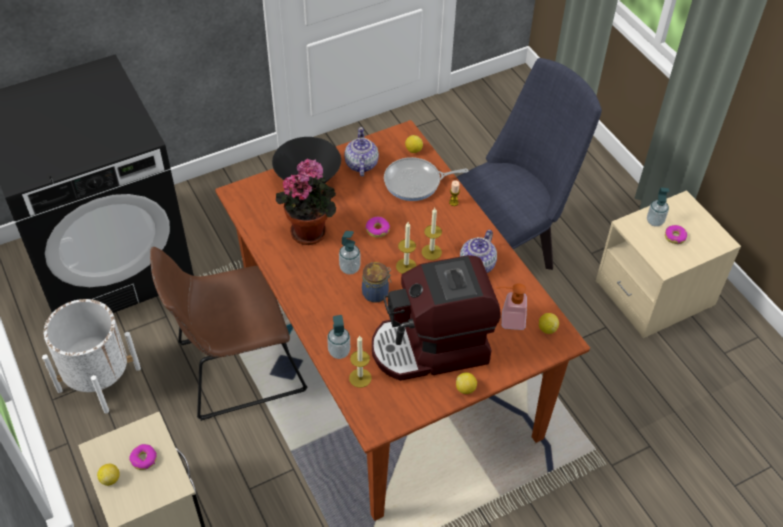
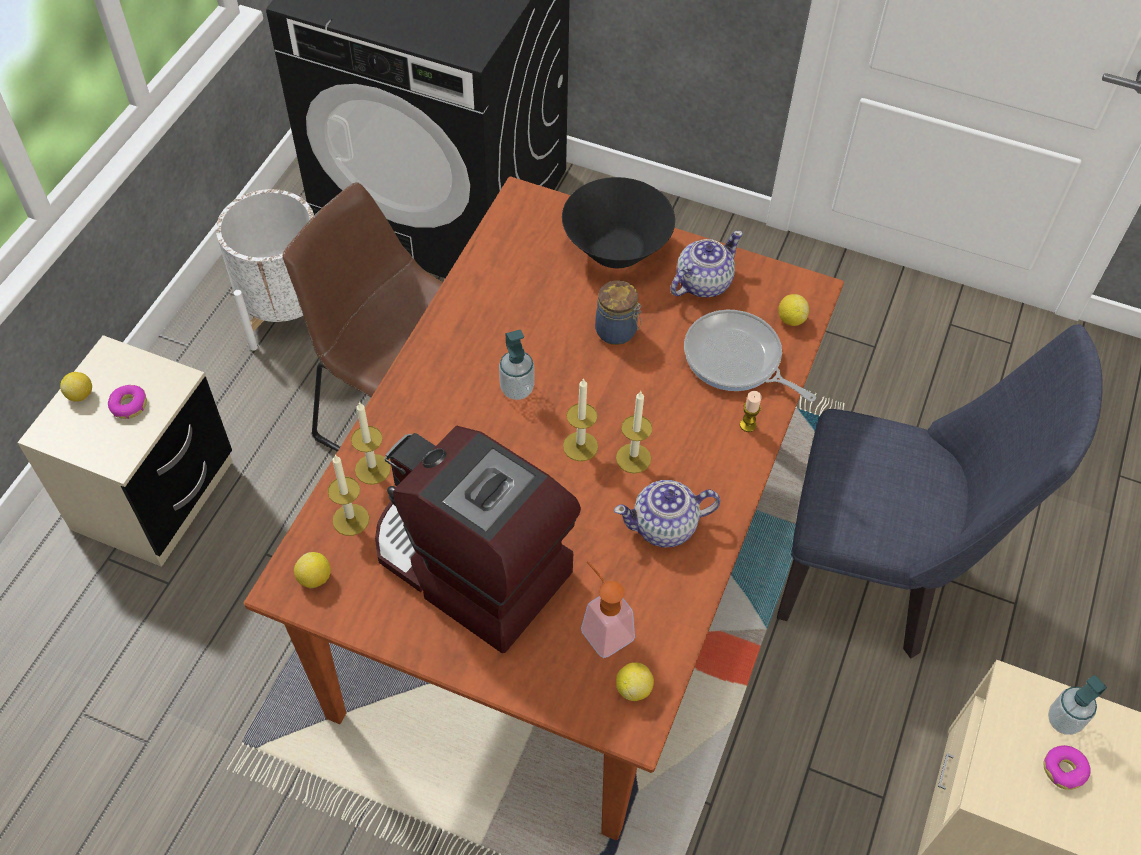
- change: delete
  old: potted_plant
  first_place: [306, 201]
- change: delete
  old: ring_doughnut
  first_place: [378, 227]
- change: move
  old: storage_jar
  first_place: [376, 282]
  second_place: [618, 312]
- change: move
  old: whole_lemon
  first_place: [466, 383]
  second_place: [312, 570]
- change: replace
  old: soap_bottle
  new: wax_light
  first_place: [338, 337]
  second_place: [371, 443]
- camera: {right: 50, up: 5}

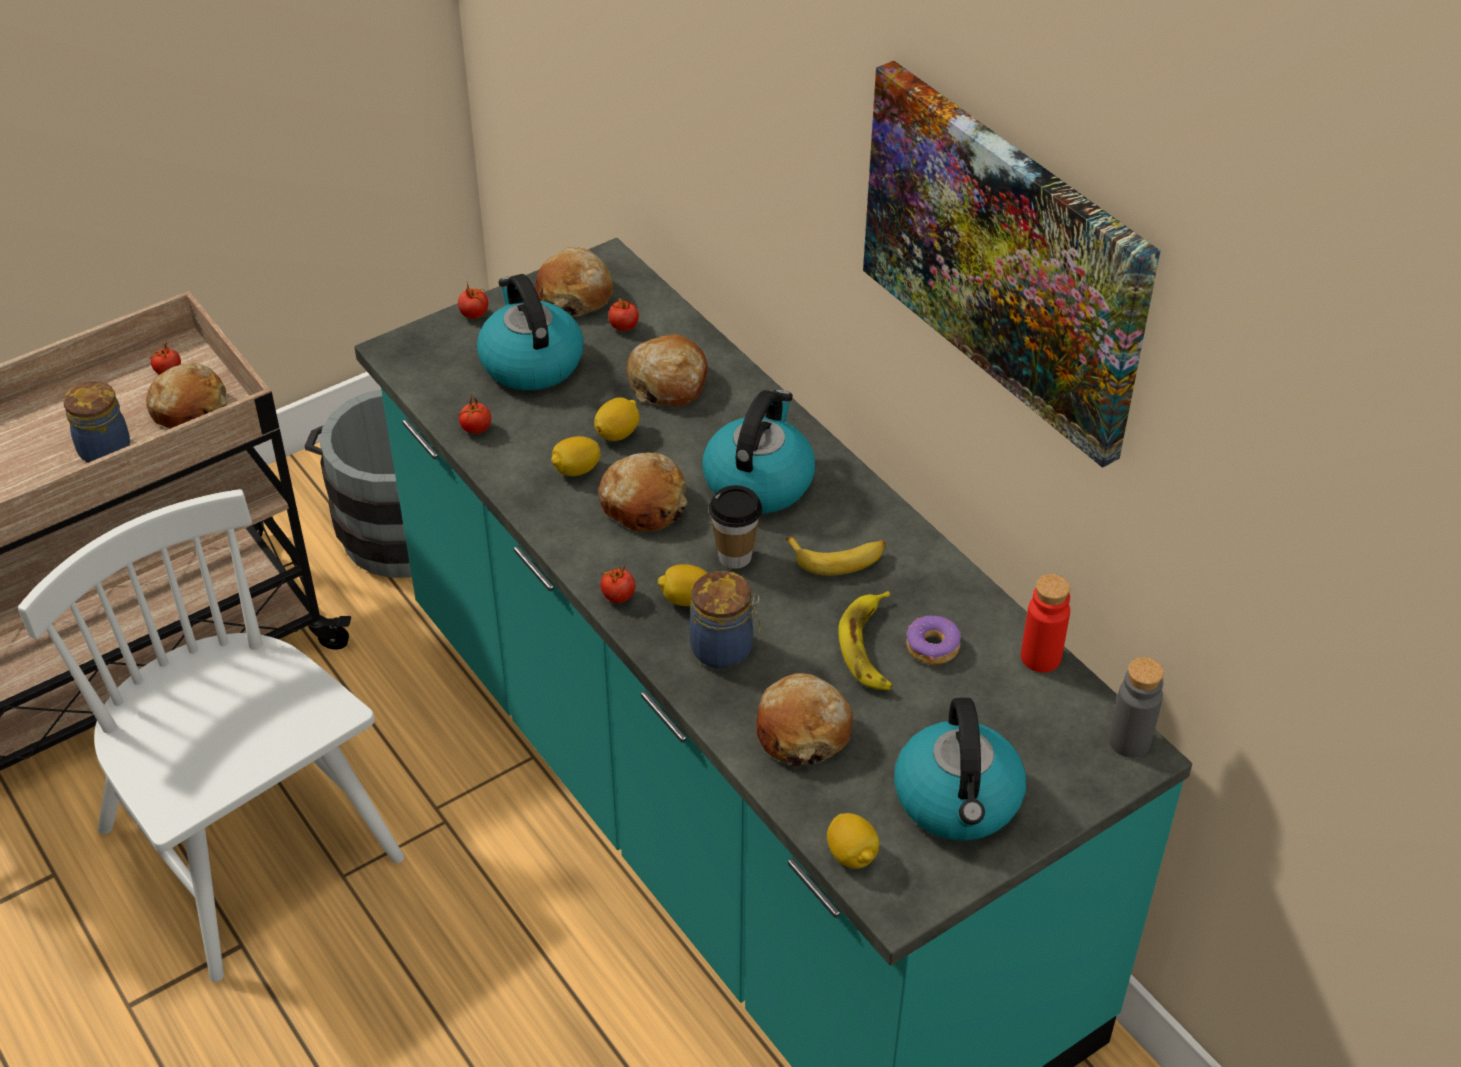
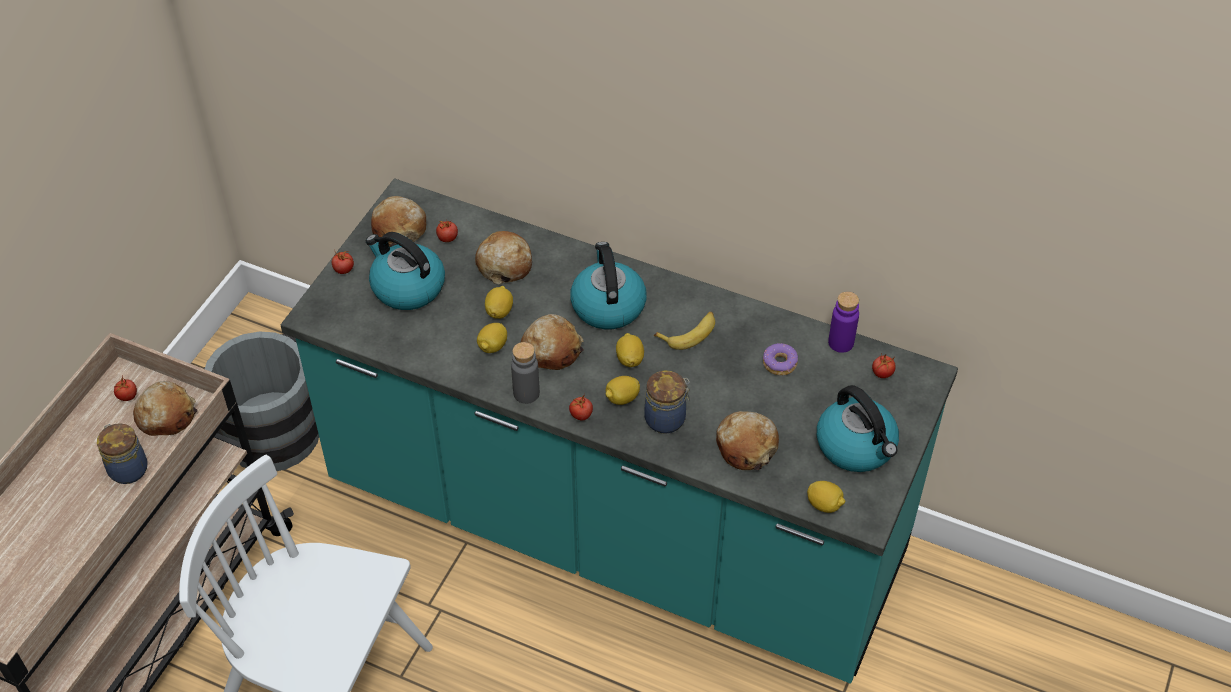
- change: delete
  old: banana_fruit
  first_place: [865, 640]
- change: delete
  old: wall_art
  first_place: [1011, 264]
- change: move
  old: fresh_tomato
  first_place: [474, 415]
  second_place: [884, 366]
- change: move
  old: gray_drink_bottle
  first_place: [1136, 707]
  second_place: [525, 373]
- change: replace
  old: drinking_cup
  new: whole_lemon
  first_place: [735, 527]
  second_place: [630, 350]
- change: recolor
  old: reddish_drink_bottle
  new: purple_drink_bottle
  first_place: [1045, 623]
  second_place: [843, 322]
- camera: {right: -30, up: 5}

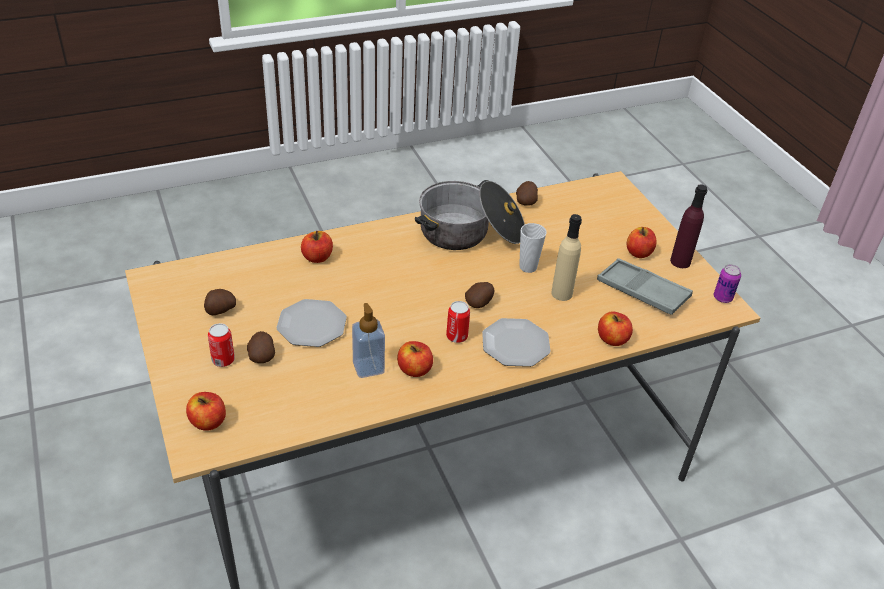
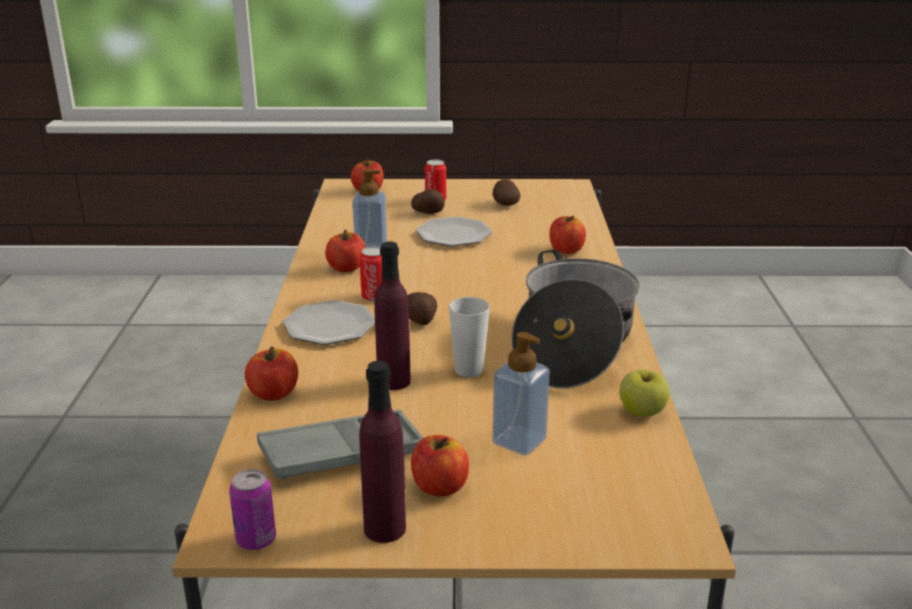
- change: insert
  new: soap_bottle
  second_place: [521, 394]
- change: replace
  old: spud
  new: apple
  first_place: [527, 193]
  second_place: [644, 393]
- change: recolor
  old: beige-coloured_drink_bottle
  new: purple_drink_bottle
  first_place: [566, 257]
  second_place: [392, 316]
- camera: {right: 115, up: -15}

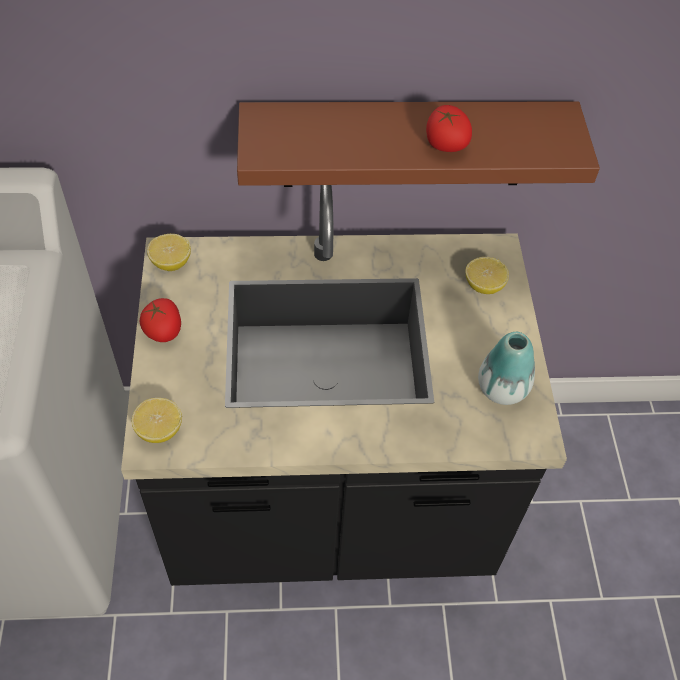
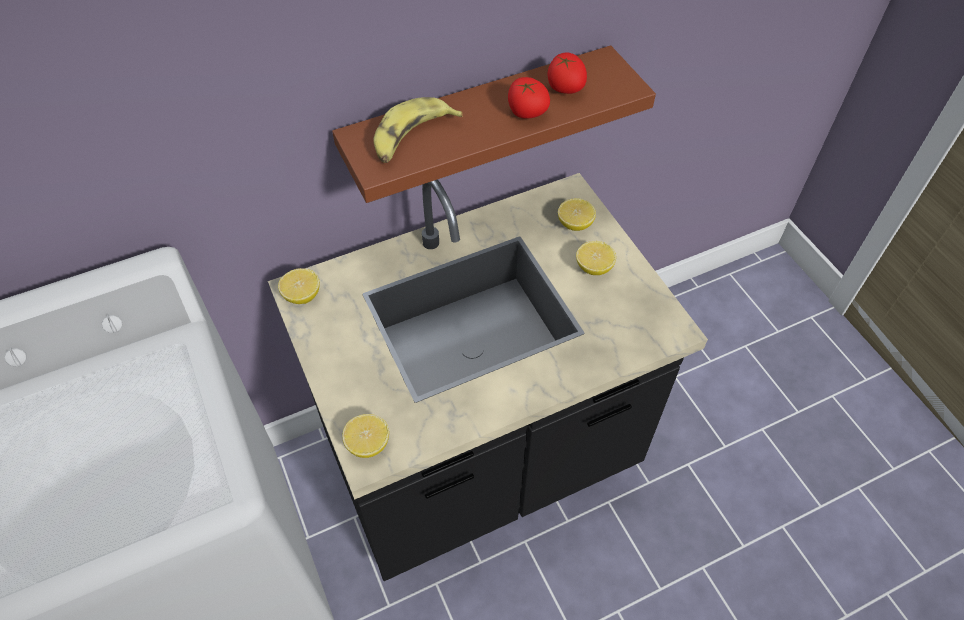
- change: delete
  old: decorative_vase
  first_place: [506, 368]
- change: insert
  new: banana_fruit
  second_place: [418, 130]
- change: insert
  new: whole_lemon
  second_place: [596, 258]
- change: move
  old: fresh_tomato
  first_place: [160, 320]
  second_place: [567, 73]
- camera: {right: -20, up: 0}

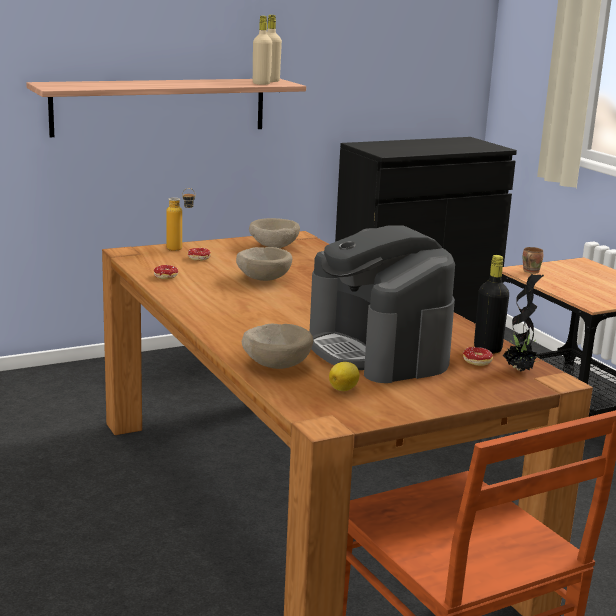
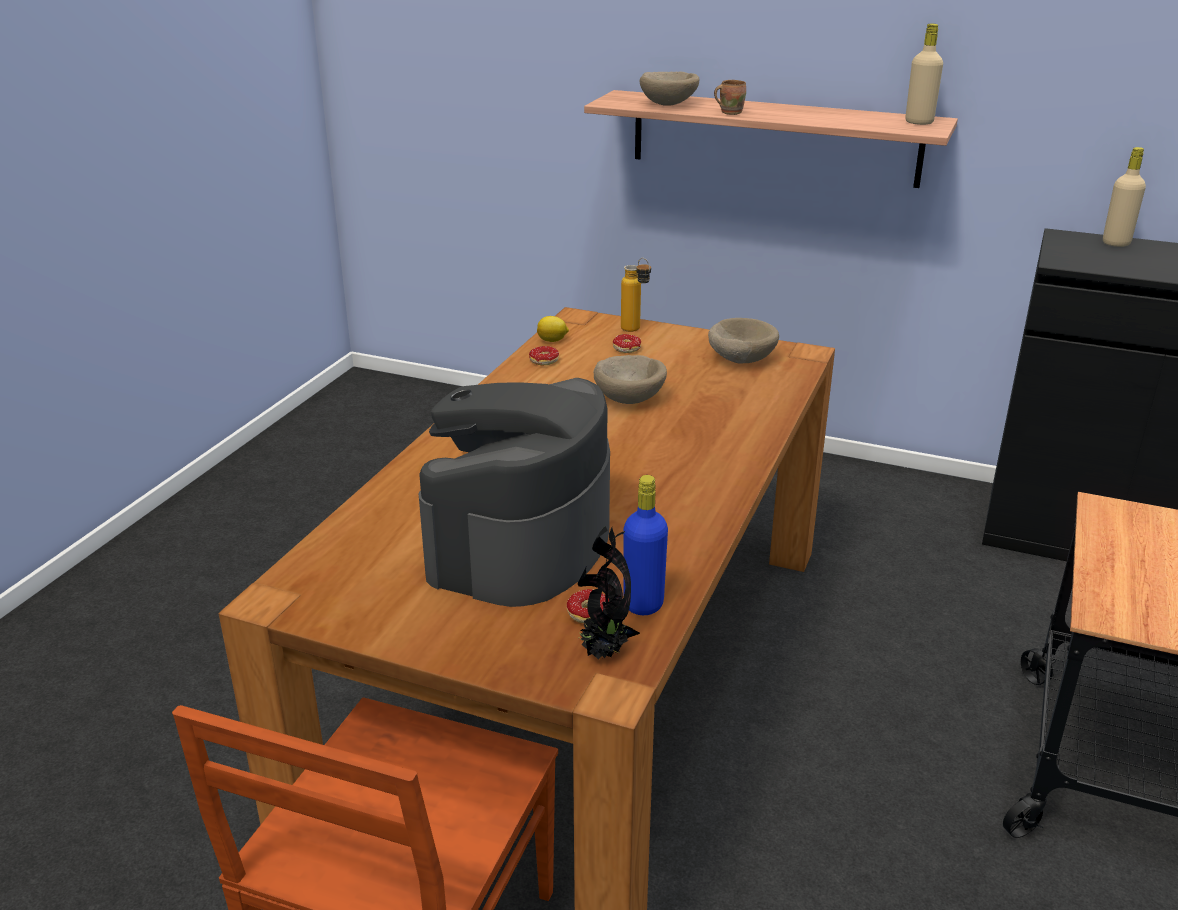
- change: move
  old: beige-coloured_serving_bowl
  first_place: [277, 346]
  second_place: [669, 89]
- change: move
  old: beige-coloured_drink_bottle
  first_place: [262, 50]
  second_place: [1124, 197]
- change: move
  old: whole_lemon
  first_place: [344, 376]
  second_place: [553, 329]
- change: move
  old: brown_mug
  first_place: [533, 260]
  second_place: [730, 97]
- change: recolor
  old: blackish_drink_bottle
  new: blue_drink_bottle
  first_place: [491, 304]
  second_place: [645, 545]
- camera: {right: 50, up: 10}

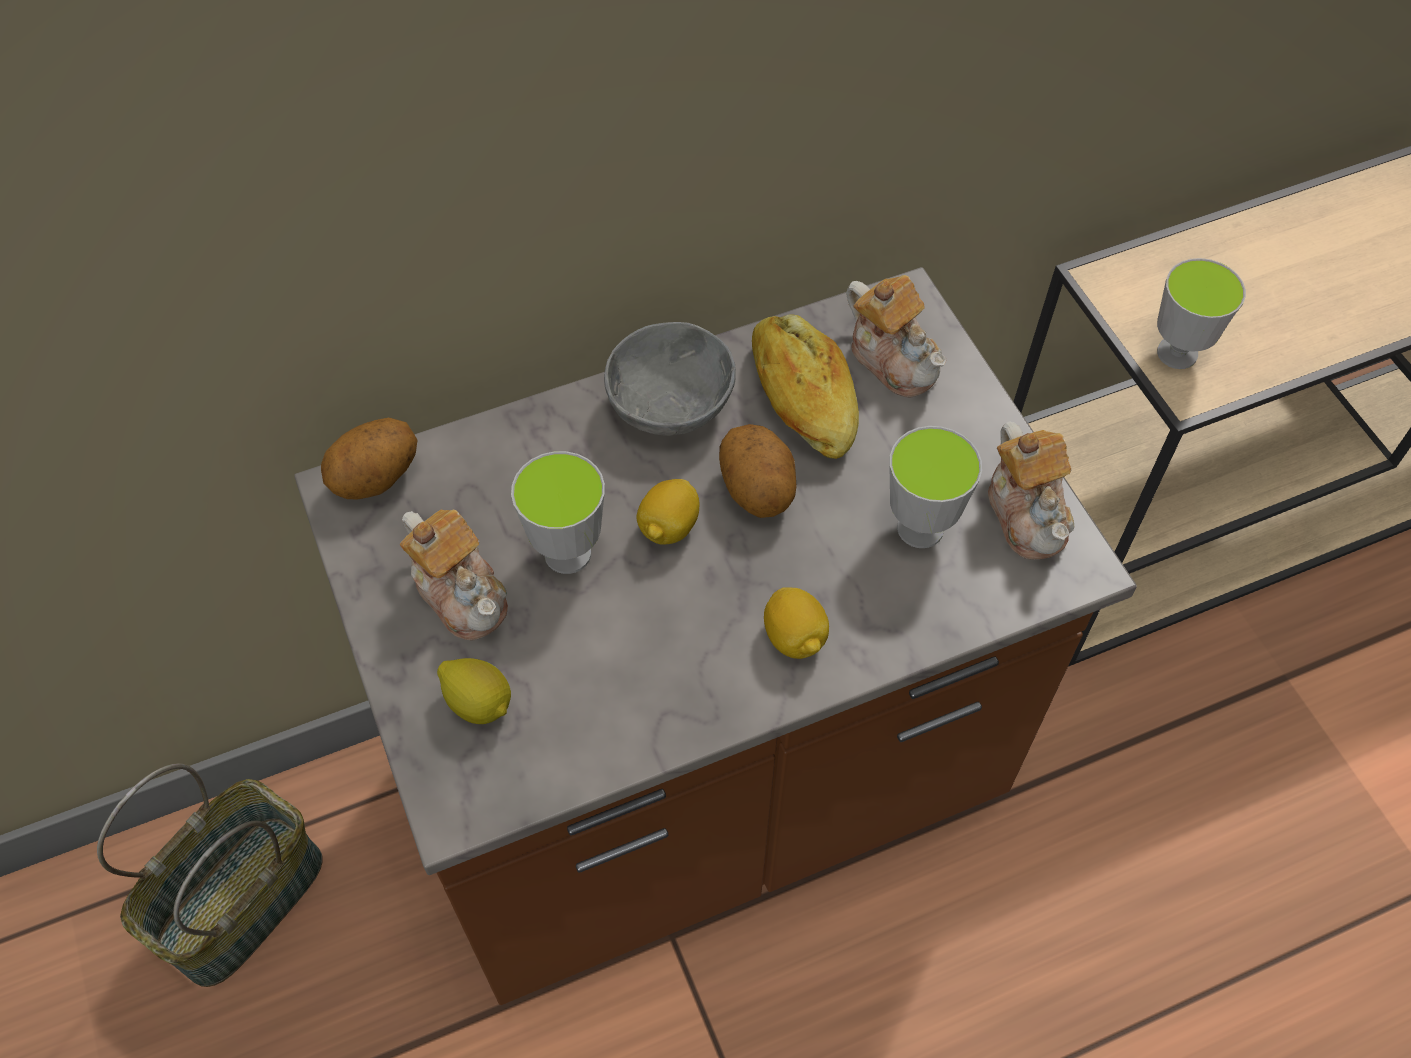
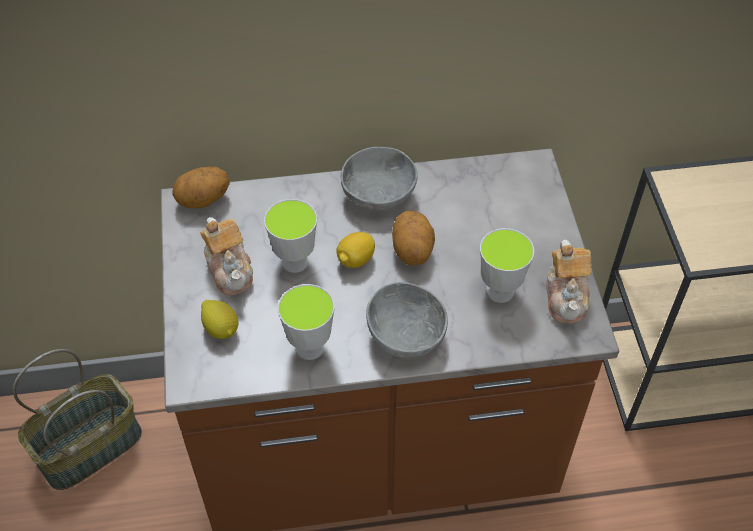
- change: delete
  old: baked_bread
  first_place: [805, 386]
- change: delete
  old: tea_pot
  first_place: [896, 336]
- change: move
  old: drinking_cup
  first_place: [1201, 313]
  second_place: [306, 322]
- change: replace
  old: whole_lemon
  new: gray_serving_bowl
  first_place: [796, 623]
  second_place: [407, 320]
- camera: {right: 15, up: -5}

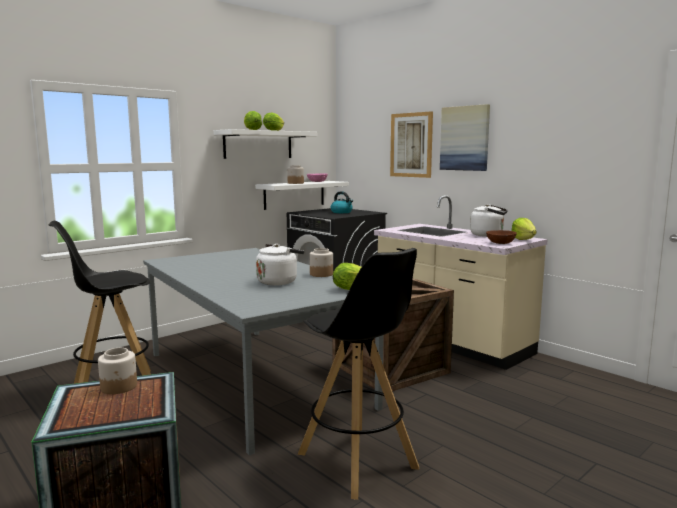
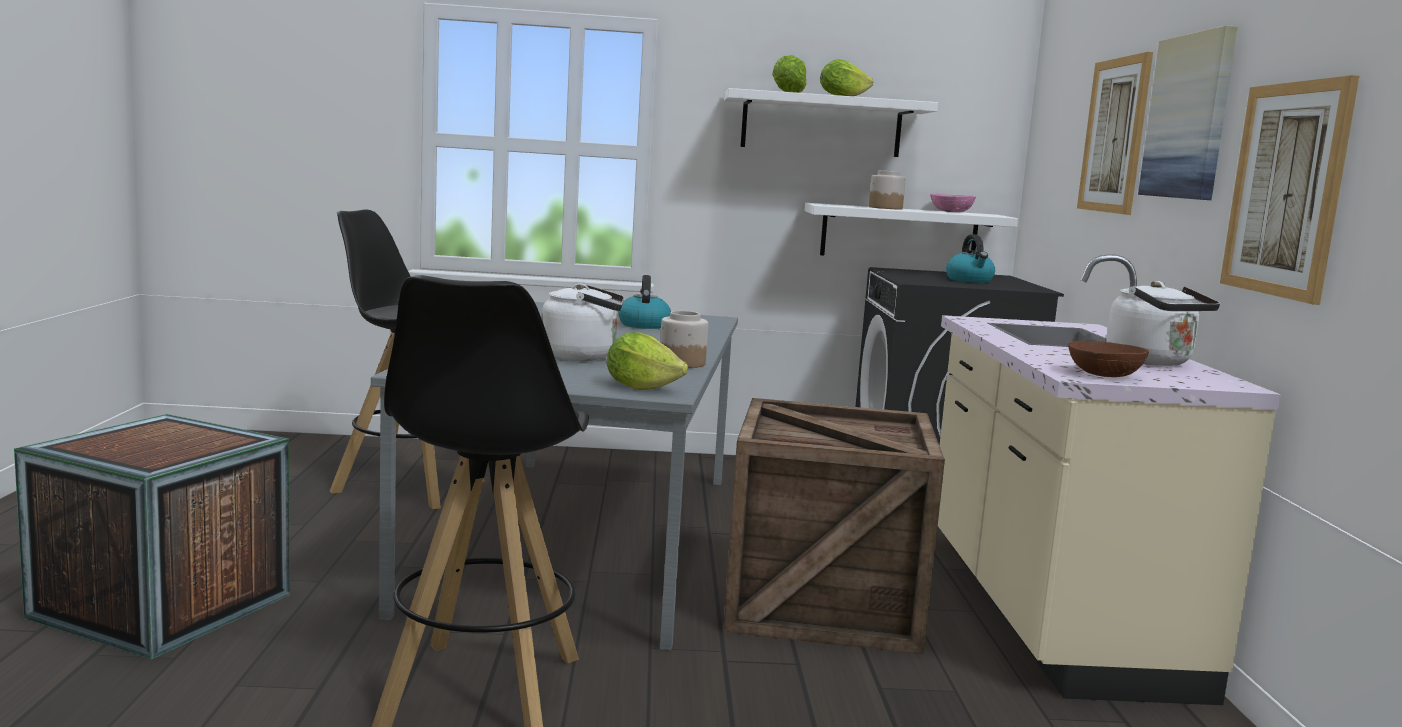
- change: delete
  old: storage_jar
  first_place: [117, 371]
- change: delete
  old: lettuce_head
  first_place: [524, 229]
- change: insert
  new: water_kettle
  second_place: [644, 302]
- change: insert
  new: wall_art
  second_place: [1289, 190]
- camera: {right: 40, up: 0}

